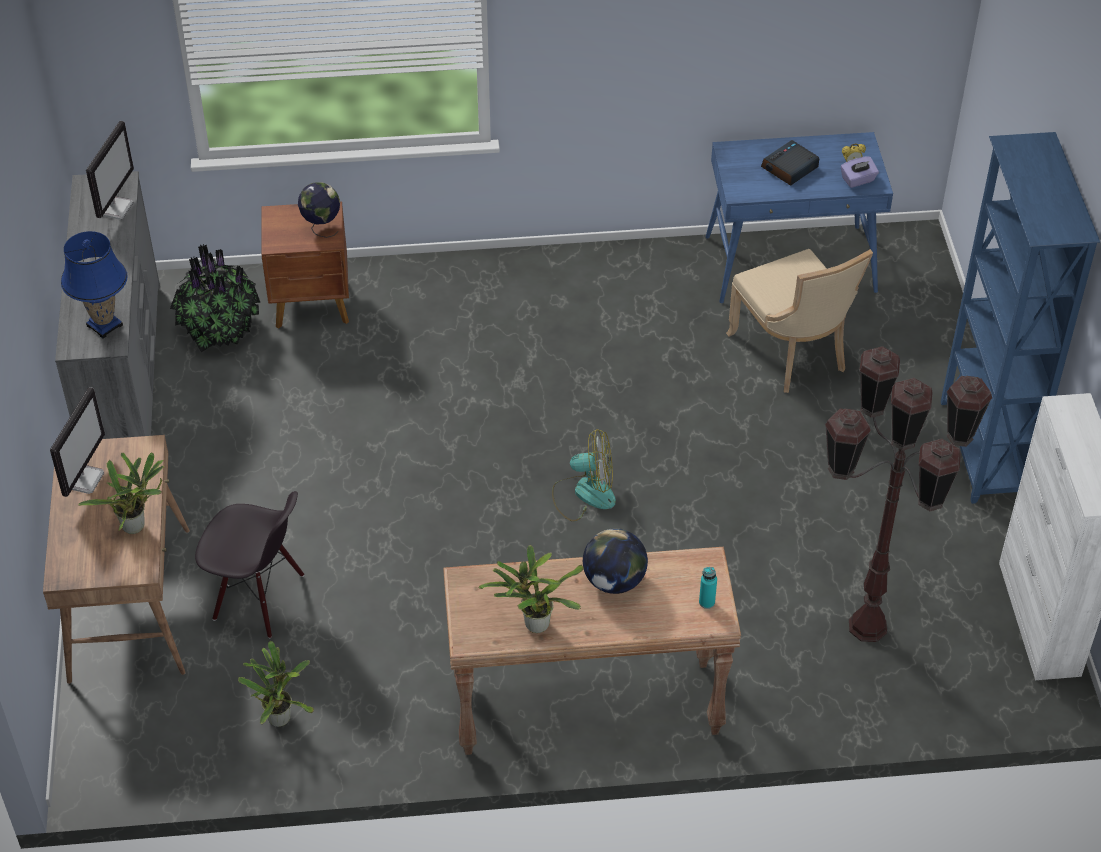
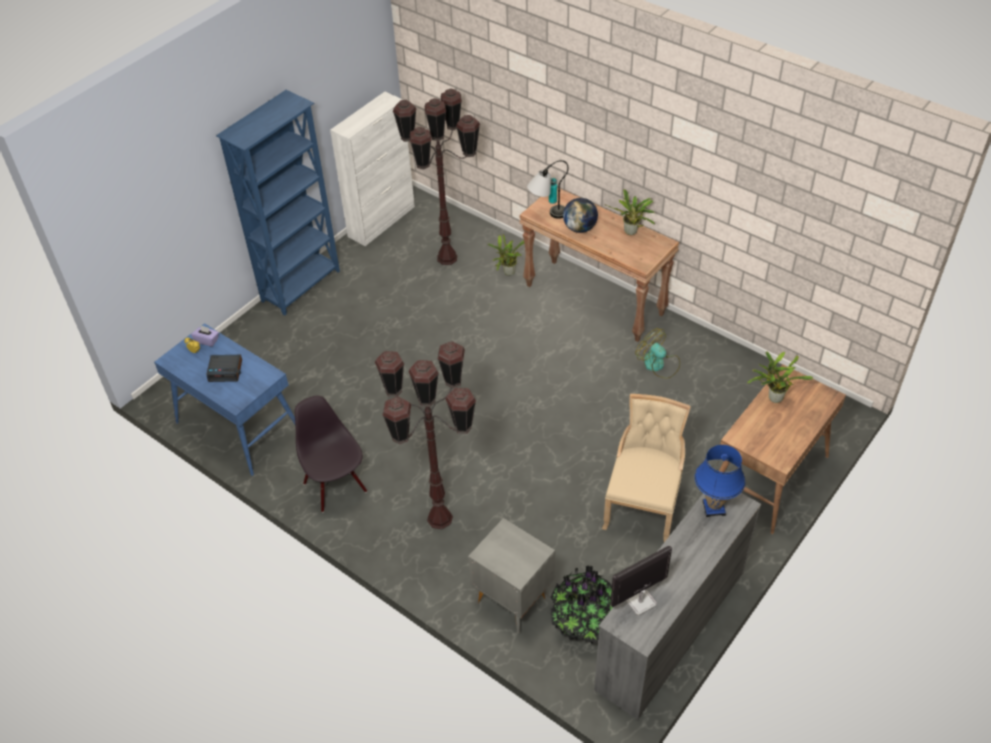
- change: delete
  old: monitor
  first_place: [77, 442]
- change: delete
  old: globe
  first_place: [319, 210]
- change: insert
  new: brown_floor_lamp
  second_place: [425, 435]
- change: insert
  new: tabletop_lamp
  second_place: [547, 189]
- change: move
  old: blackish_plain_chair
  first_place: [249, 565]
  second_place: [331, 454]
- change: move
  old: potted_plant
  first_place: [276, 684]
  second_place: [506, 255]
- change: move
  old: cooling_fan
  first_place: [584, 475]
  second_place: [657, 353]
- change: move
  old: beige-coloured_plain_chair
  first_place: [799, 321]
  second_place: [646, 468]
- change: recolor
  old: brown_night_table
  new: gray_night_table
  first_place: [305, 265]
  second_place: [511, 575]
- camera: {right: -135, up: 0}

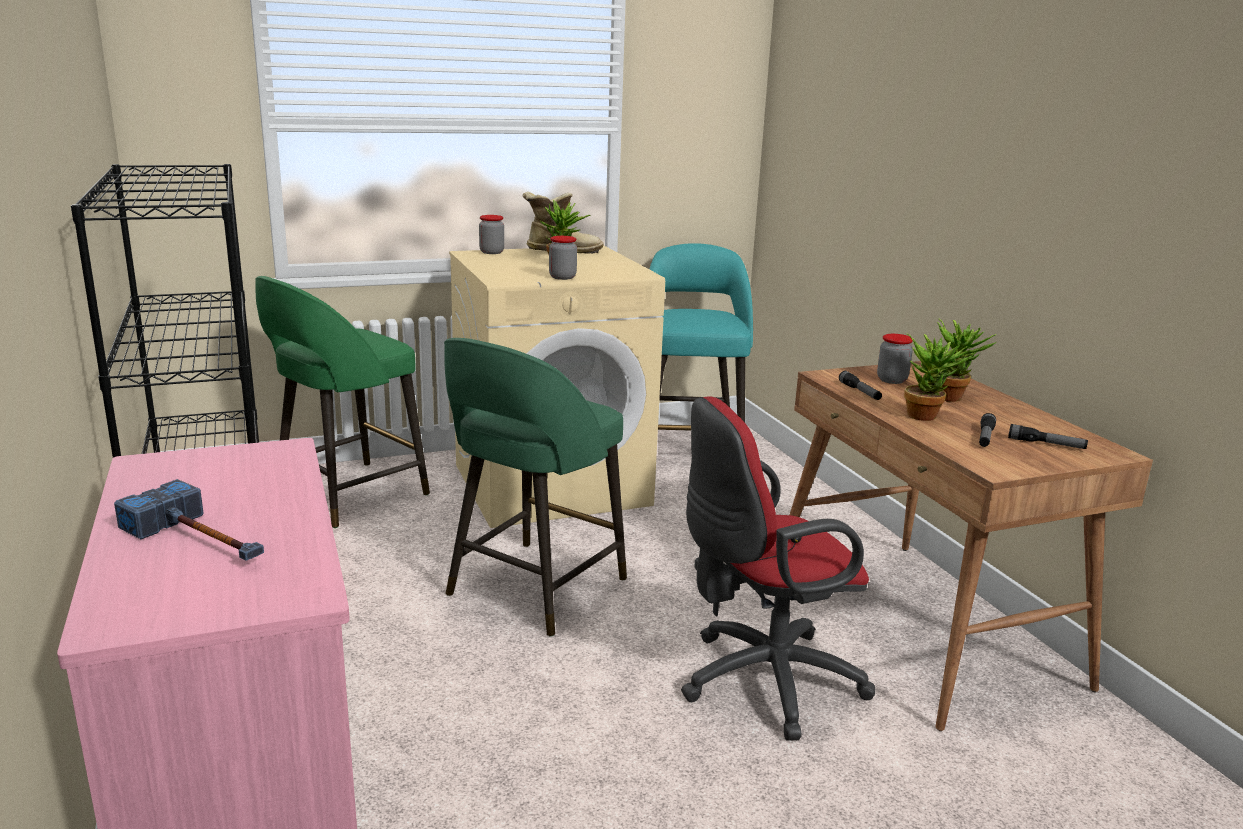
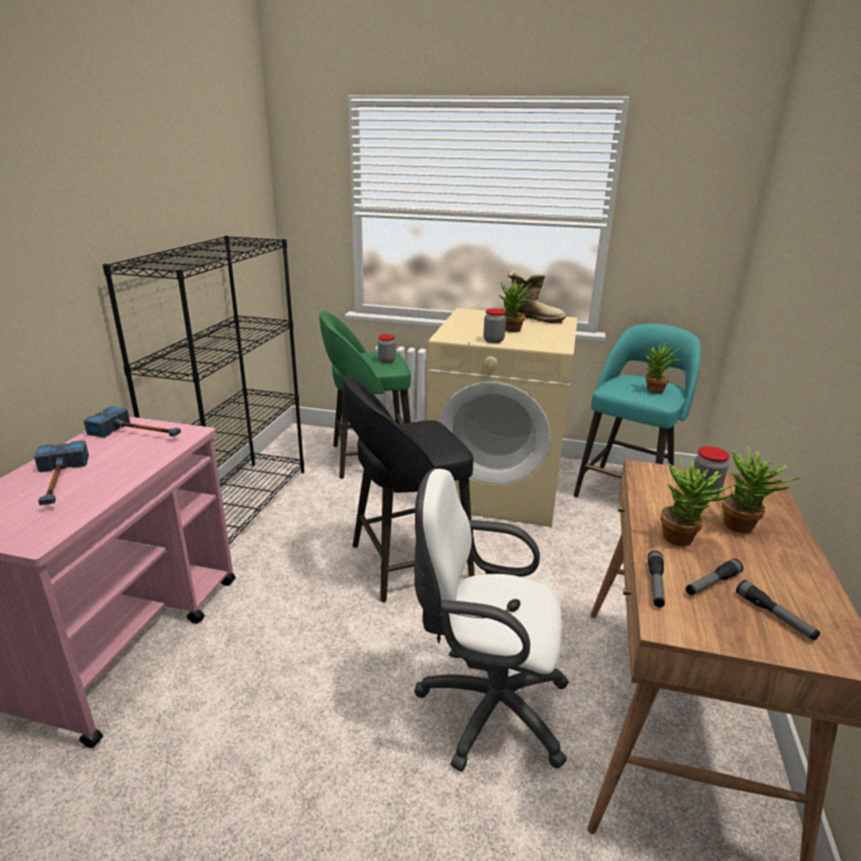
- change: insert
  new: hammer
  second_place: [132, 422]
- change: insert
  new: potted_plant
  second_place: [663, 368]
- change: move
  old: storage_jar
  first_place: [491, 234]
  second_place: [387, 348]
- change: move
  old: flashlight
  first_place: [860, 385]
  second_place: [656, 579]
- change: recolor
  old: green-coloured_stool
  new: blackish_stool
  first_place: [535, 487]
  second_place: [409, 489]
- change: recolor
  old: reddish_desk_chair
  new: whitish_desk_chair
  first_place: [778, 568]
  second_place: [491, 620]
- camera: {right: 35, up: 5}

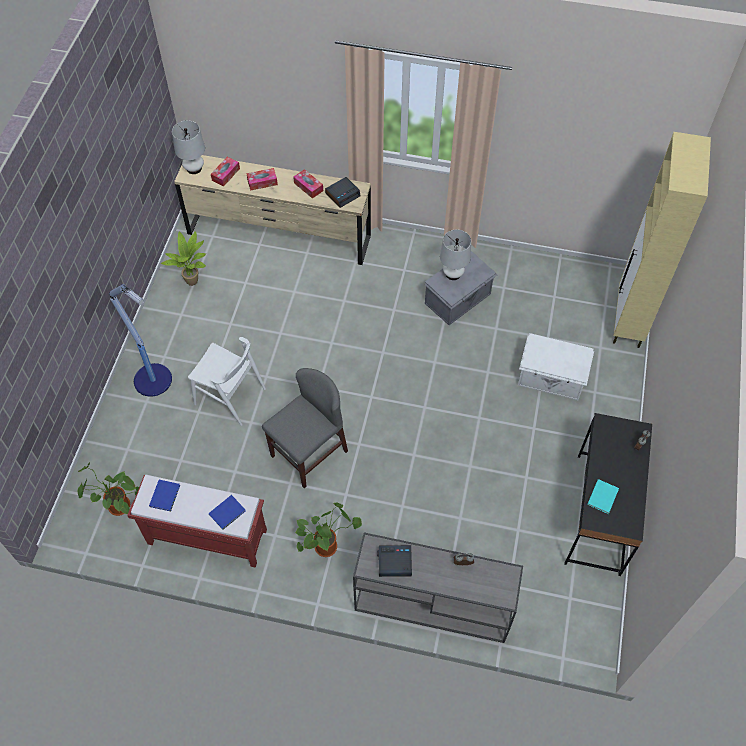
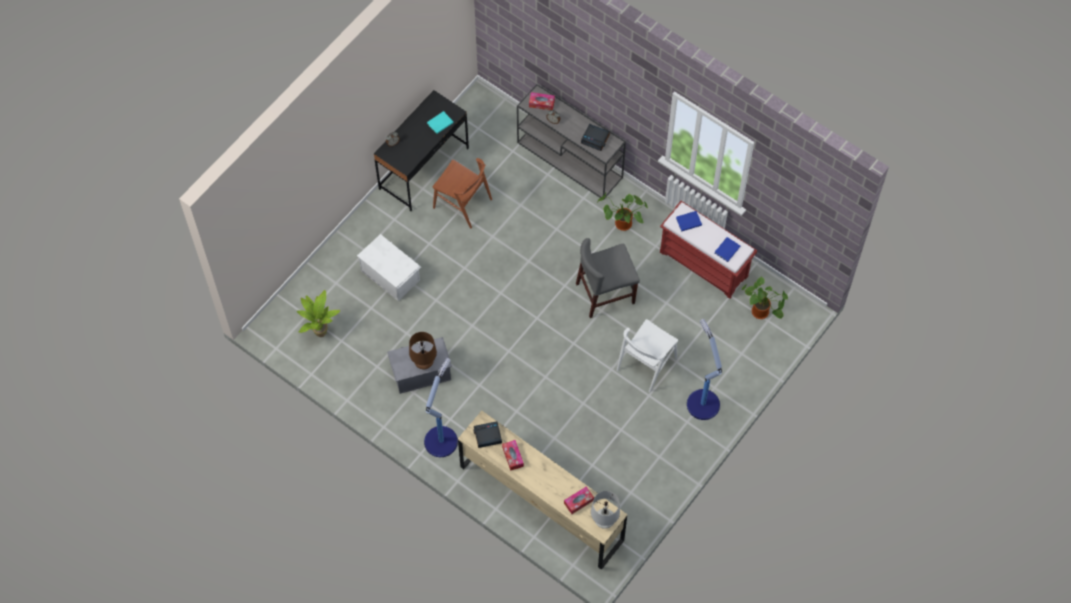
- change: delete
  old: beige-coloured_cabinet
  first_place: [662, 240]
- change: insert
  new: floor_lamp
  second_place: [441, 407]
- change: insert
  new: brown_plain_chair
  second_place: [462, 193]
- change: move
  old: potted_plant
  first_place: [183, 258]
  second_place: [318, 313]
- change: move
  old: tissue_holder
  first_place: [262, 179]
  second_place: [542, 101]
- change: recolor
  old: whitish_tabletop_lamp
  new: brown_tabletop_lamp
  first_place: [455, 255]
  second_place: [423, 351]
- change: rotate
  old: whitish_plain_chair
  first_place: [227, 381]
  second_place: [647, 356]
  degrees: -105
- camera: {right: -155, up: 5}

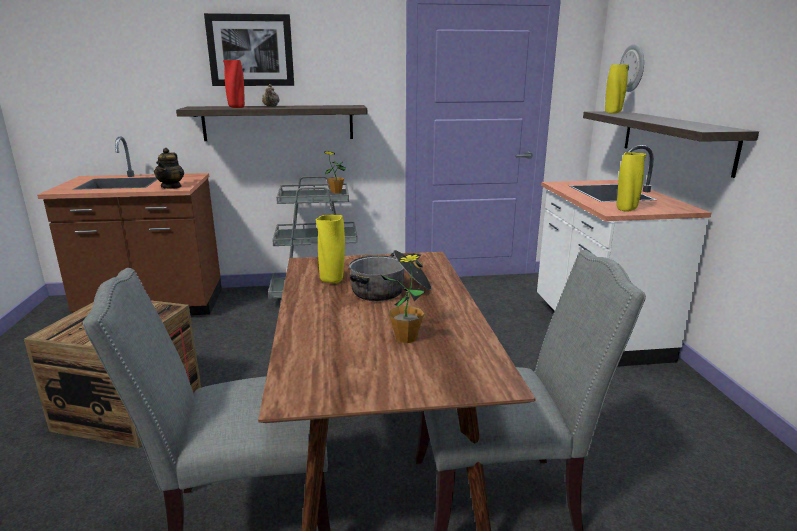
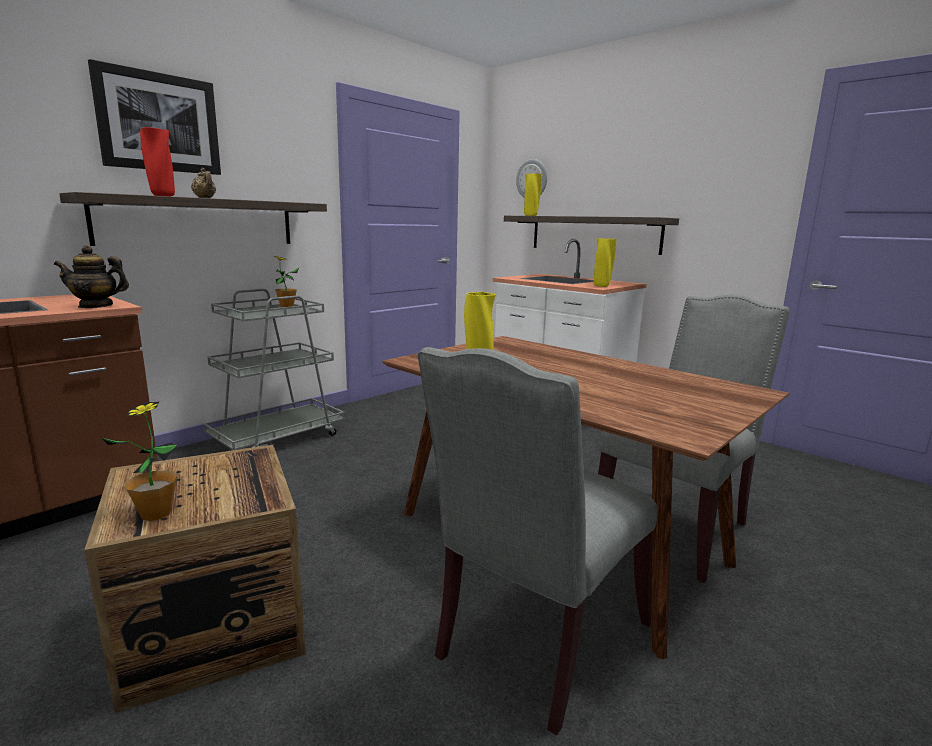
- change: delete
  old: stockpot
  first_place: [390, 275]
- change: move
  old: potted_plant
  first_place: [402, 298]
  second_place: [140, 461]
- change: rotate
  old: tea_pot
  first_place: [169, 168]
  second_place: [91, 276]
  degrees: 120
- camera: {right: -40, up: -5}

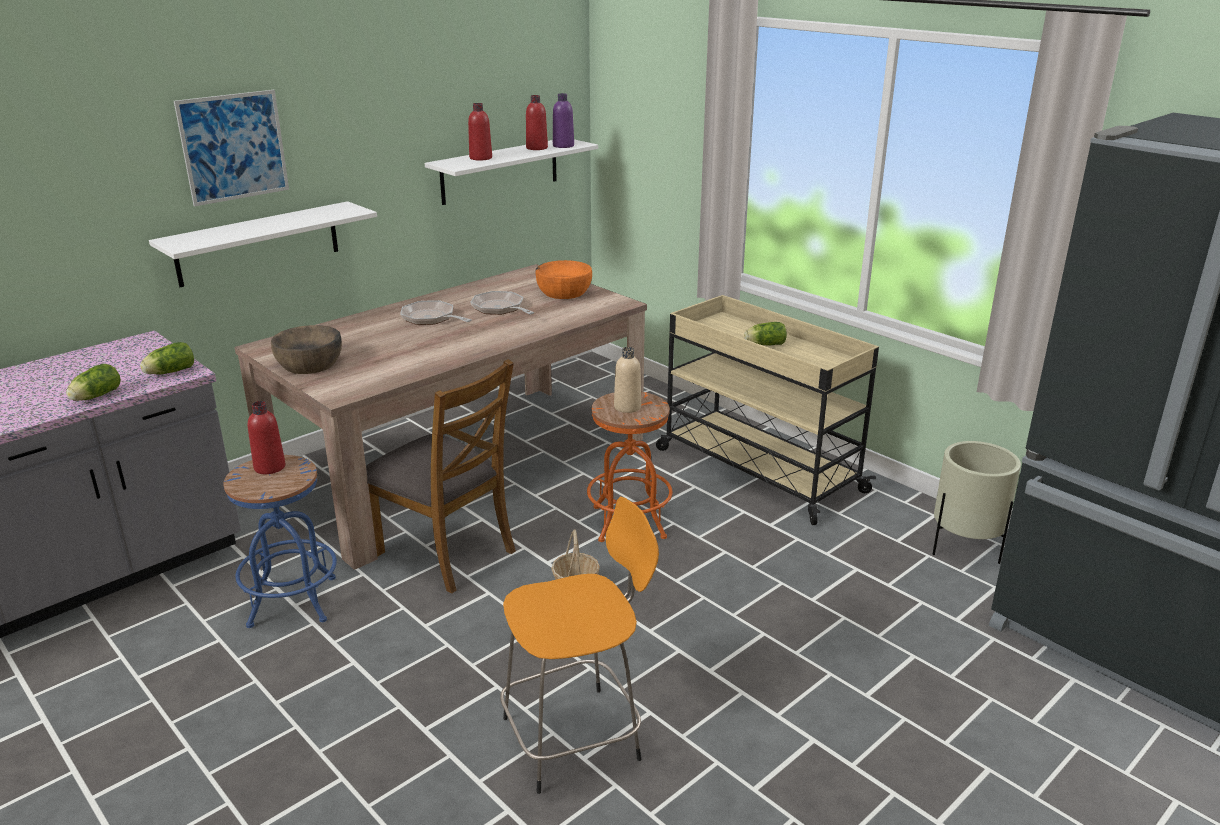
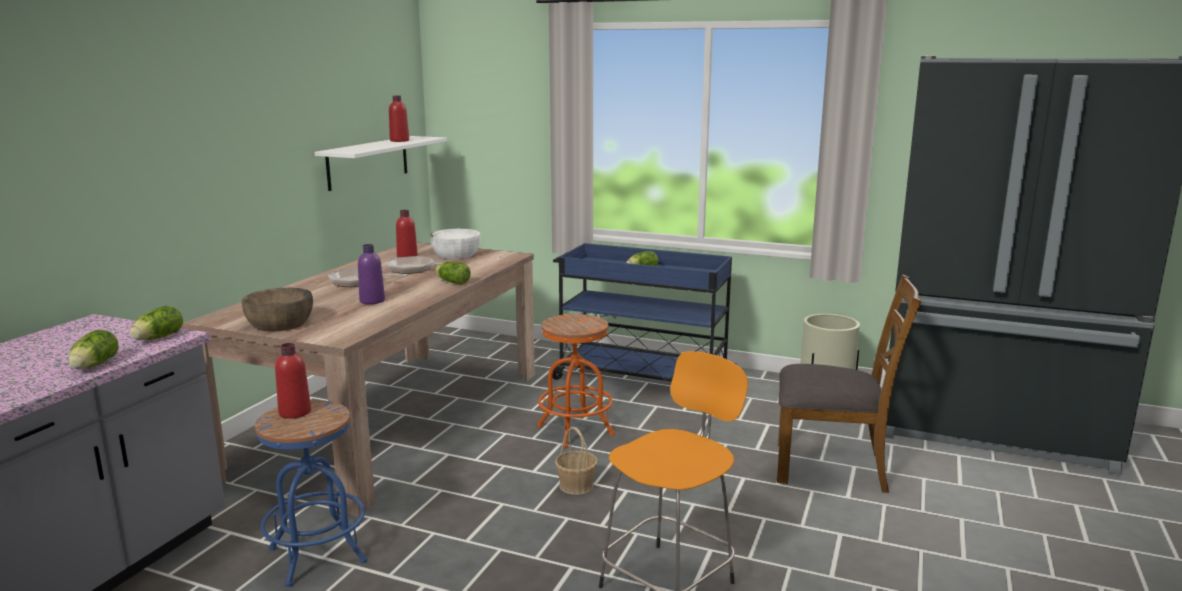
- change: delete
  old: whitish_bracket_shelf
  first_place: [263, 244]
- change: delete
  old: wall_art
  first_place: [231, 148]
- change: delete
  old: beige-coloured_drink_bottle
  first_place: [627, 380]
- change: insert
  new: lettuce_head
  second_place: [453, 273]
- change: move
  old: brown_plain_chair
  first_place: [441, 476]
  second_place: [849, 383]
- change: move
  old: reddish_drink_bottle
  first_place: [480, 131]
  second_place: [407, 234]
- change: move
  old: purple_drink_bottle
  first_place: [563, 120]
  second_place: [371, 274]
- change: recolor
  old: orange_serving_bowl
  new: whitish_serving_bowl
  first_place: [563, 279]
  second_place: [455, 244]
- change: recolor
  old: beige-coloured_wheeled_cart
  new: blue_wheeled_cart
  first_place: [767, 410]
  second_place: [644, 312]
- camera: {right: -25, up: -10}

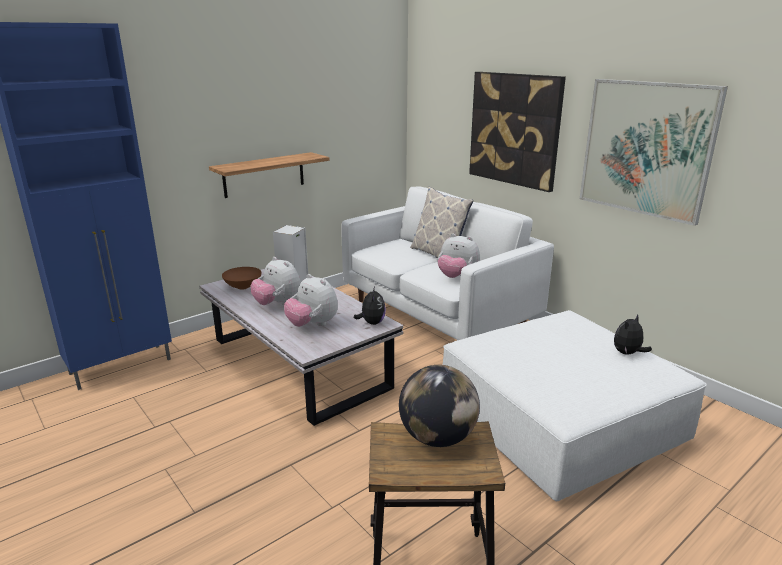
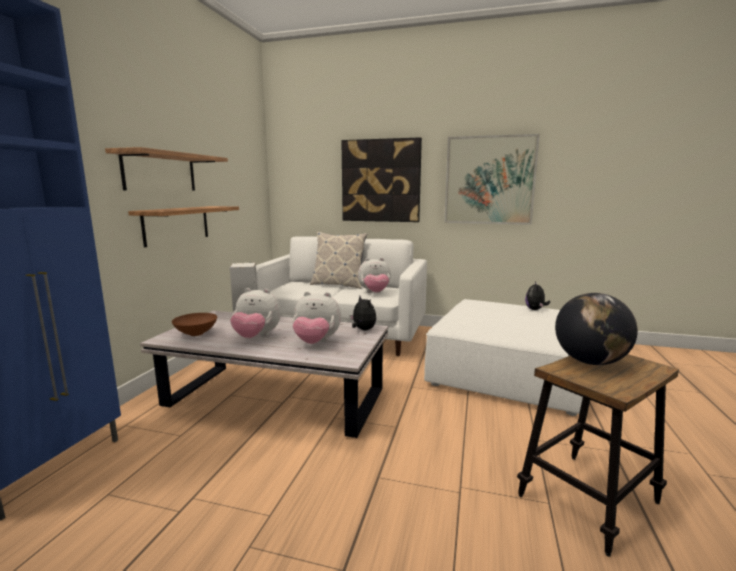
- change: insert
  new: bracket_shelf
  second_place: [166, 169]
- camera: {right: -35, up: -10}

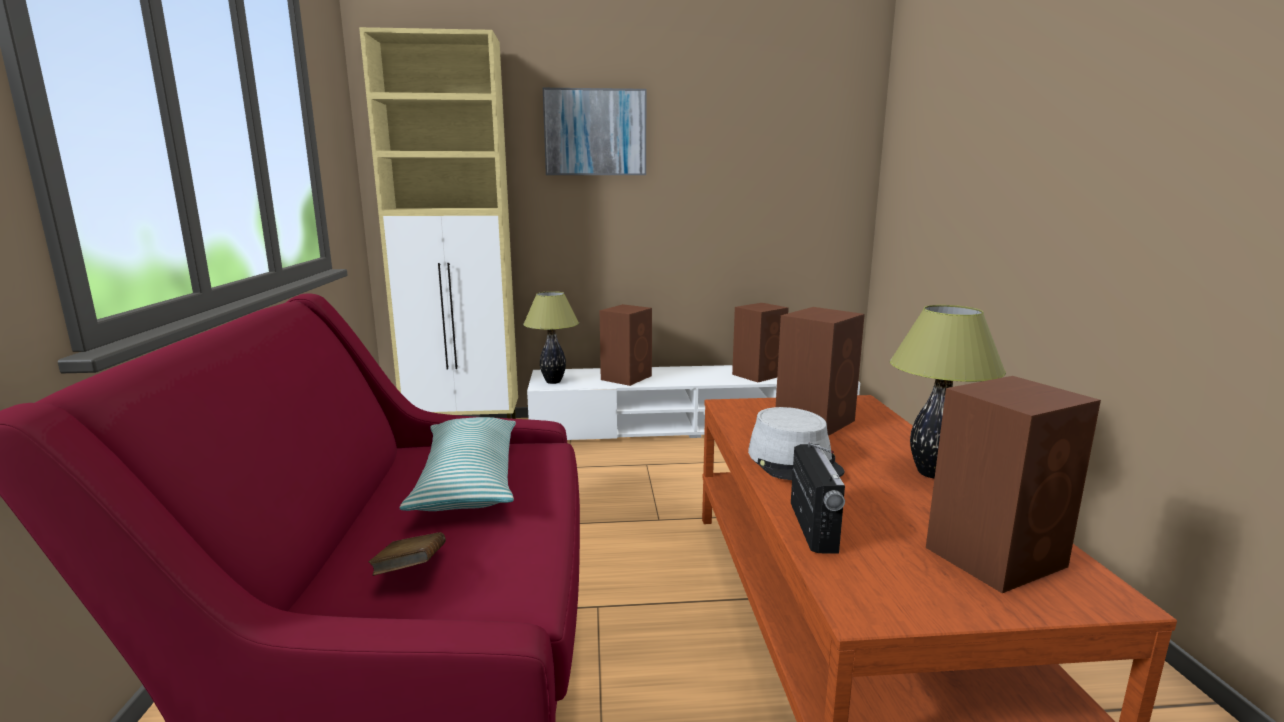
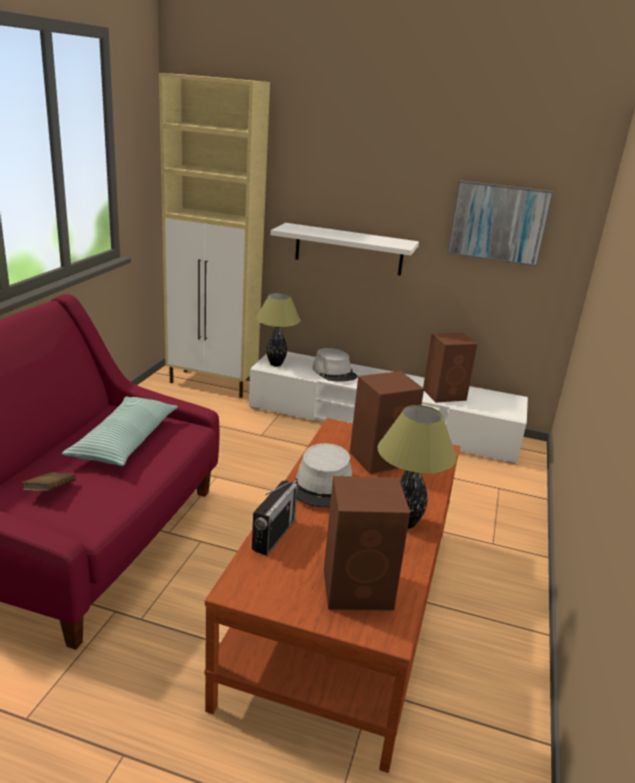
- change: insert
  new: whitish_bracket_shelf
  second_place: [344, 249]
- change: move
  old: wall_art
  first_place: [594, 131]
  second_place: [500, 223]
- change: replace
  old: brown_audio_speaker
  new: gray_wearable_hat
  first_place: [626, 345]
  second_place: [335, 364]
- camera: {right: 20, up: 10}

